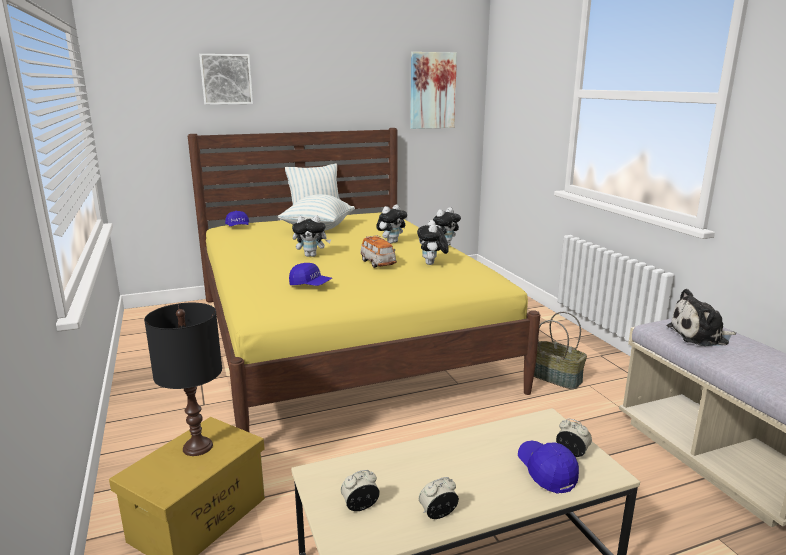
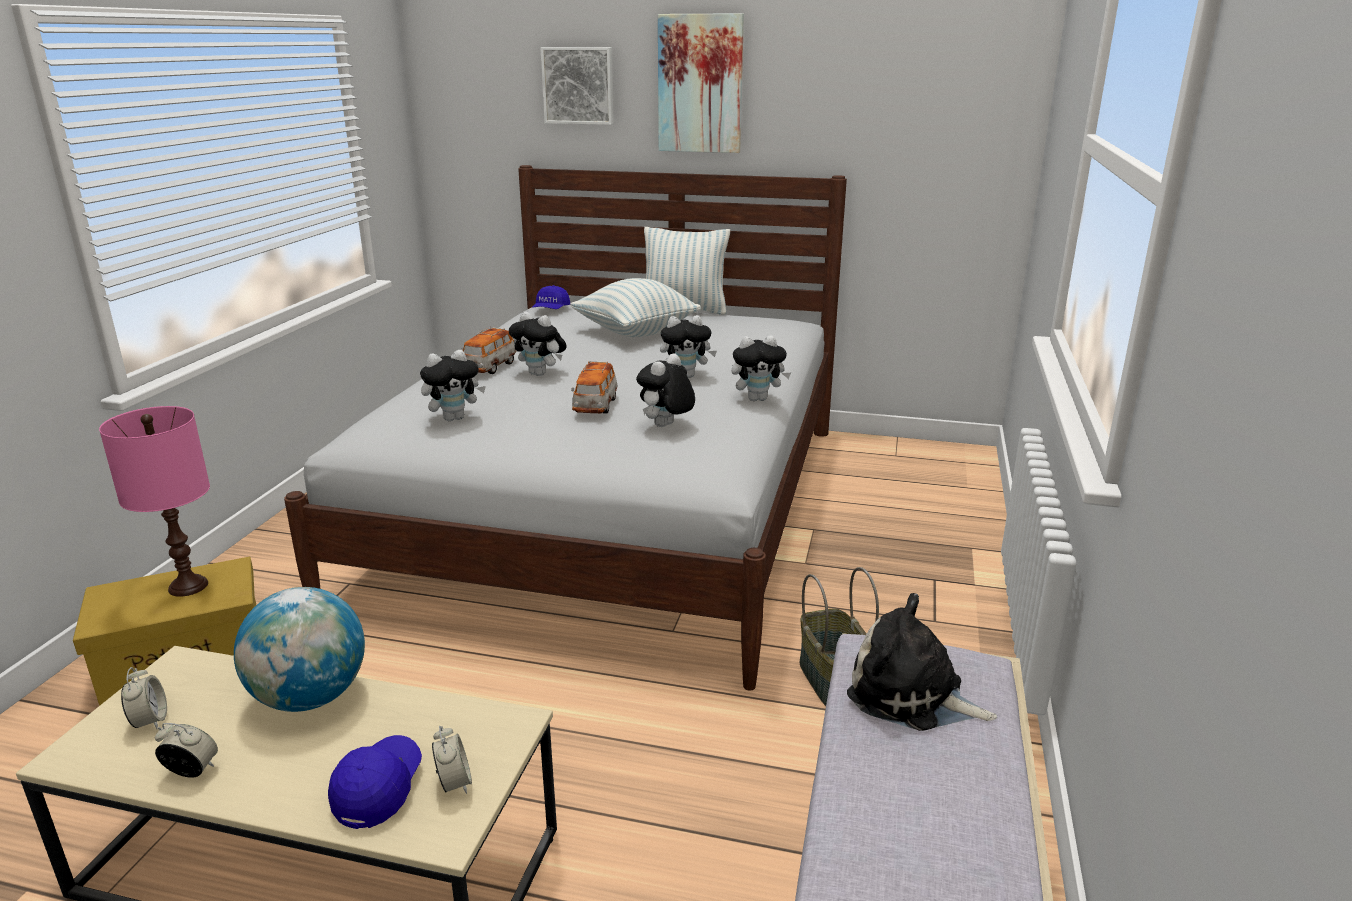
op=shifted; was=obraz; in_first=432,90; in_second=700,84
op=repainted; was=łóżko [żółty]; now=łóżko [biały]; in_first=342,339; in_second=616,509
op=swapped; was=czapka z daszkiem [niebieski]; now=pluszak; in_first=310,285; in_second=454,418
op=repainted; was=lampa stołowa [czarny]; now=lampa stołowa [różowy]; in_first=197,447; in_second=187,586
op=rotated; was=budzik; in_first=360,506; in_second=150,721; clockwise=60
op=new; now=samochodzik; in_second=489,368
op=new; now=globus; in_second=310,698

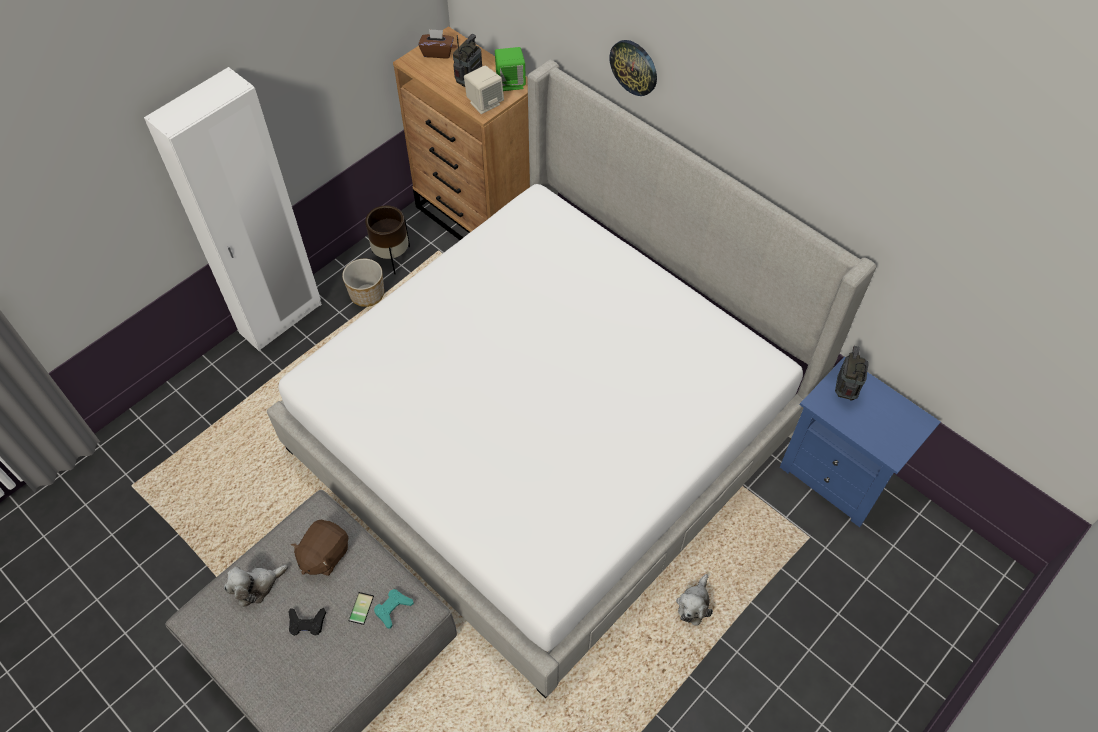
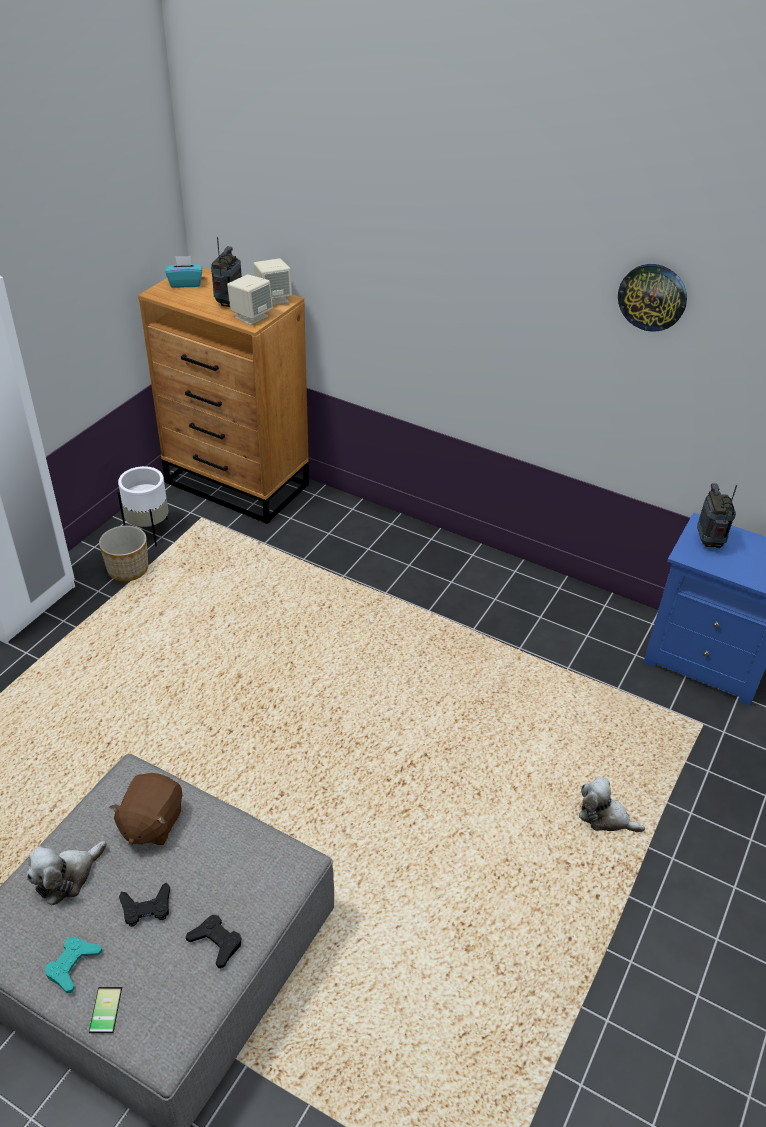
op=repainted; was=pudełko chusteczek [brązowy]; now=pudełko chusteczek [turkusowy]; in_first=437,52; in_second=185,283
op=shifted; was=zegar ścienny; in_first=634,67; in_second=652,297
op=repainted; was=głośnik [zielony]; now=głośnik [beżowy]; in_first=510,83; in_second=273,299
op=gone; was=łóżko; in_first=549,434
op=repainted; was=donica [brązowy]; now=donica [biały]; in_first=392,257; in_second=149,531
op=rotated; was=pluszak; in_first=694,604; in_second=605,817; clockwise=105
op=shifted; was=pad do gier [turkusowy]; in_first=393,609; in_second=73,965
op=shifted; was=telefon; in_first=359,608; in_second=103,1010
op=new; now=pad do gier [czarny]; in_second=216,942

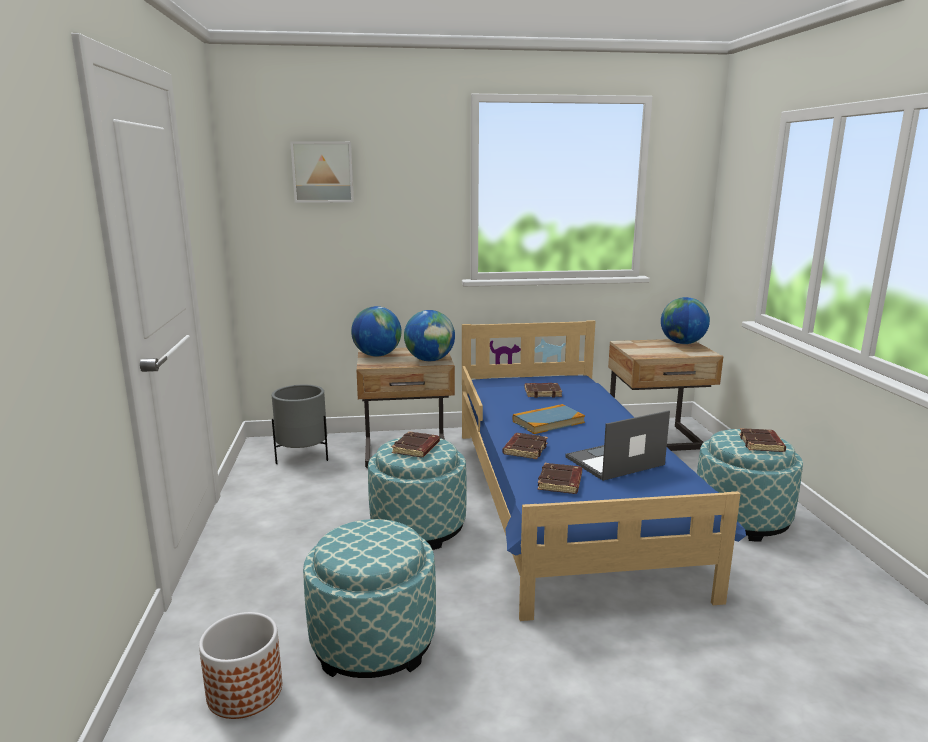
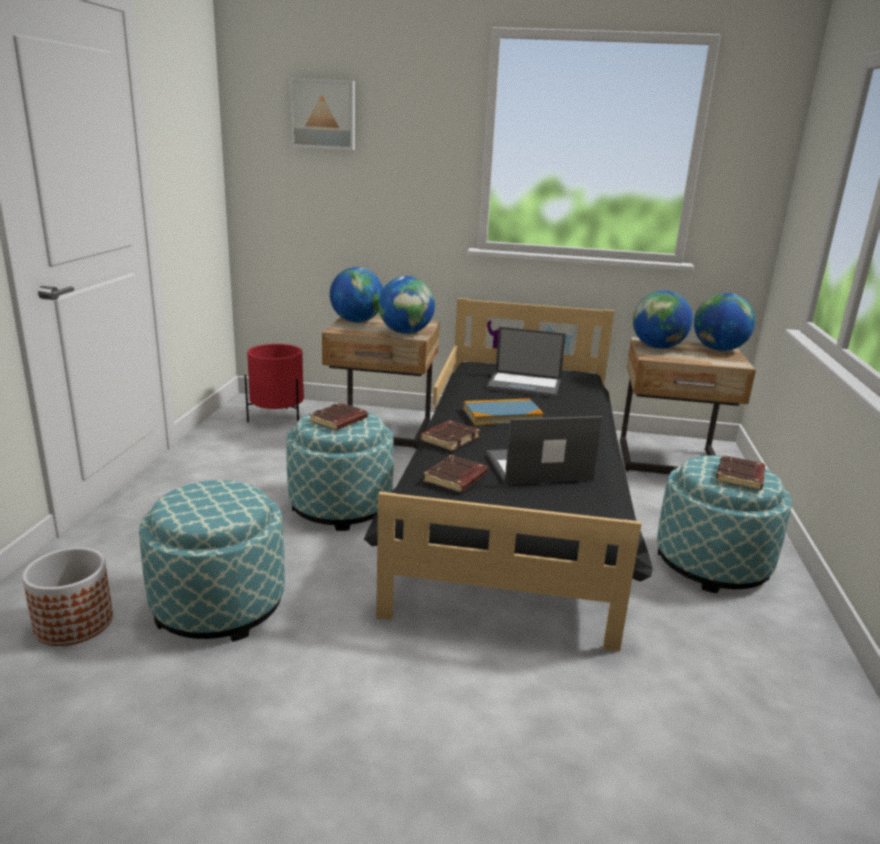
op=repainted; was=łóżko [niebieski]; now=łóżko [czarny]; in_first=565,502; in_second=514,509
op=swapped; was=książka [brązowy]; now=laptop; in_first=543,393; in_second=525,385
op=repainted; was=donica [szary]; now=donica [czerwony]; in_first=302,456; in_second=277,419
op=new; now=globus; in_second=657,347

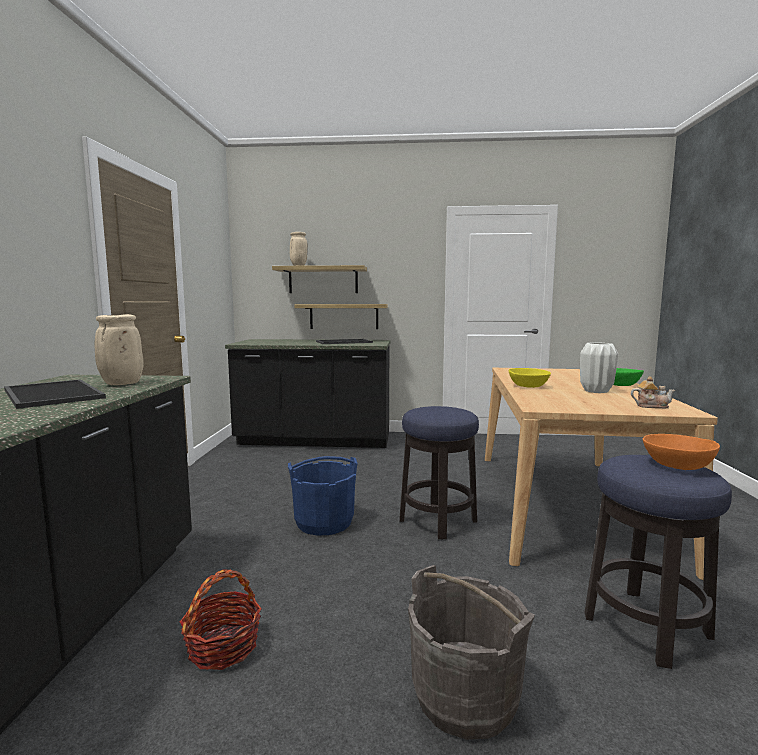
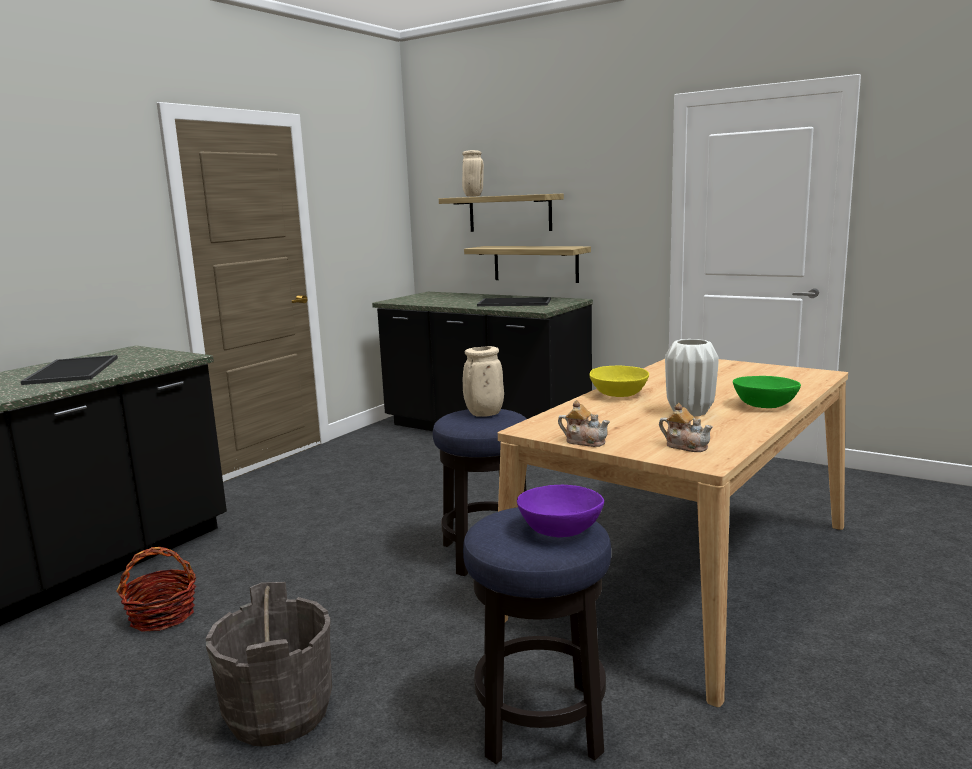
op=shifted; was=wazon [beżowy]; in_first=121,384; in_second=484,414
op=repainted; was=miska [pomarańczowy]; now=miska [fioletowy]; in_first=677,465; in_second=559,529
op=gone; was=wiadro [niebieski]; in_first=324,522
op=new; now=imbryk; in_second=584,441

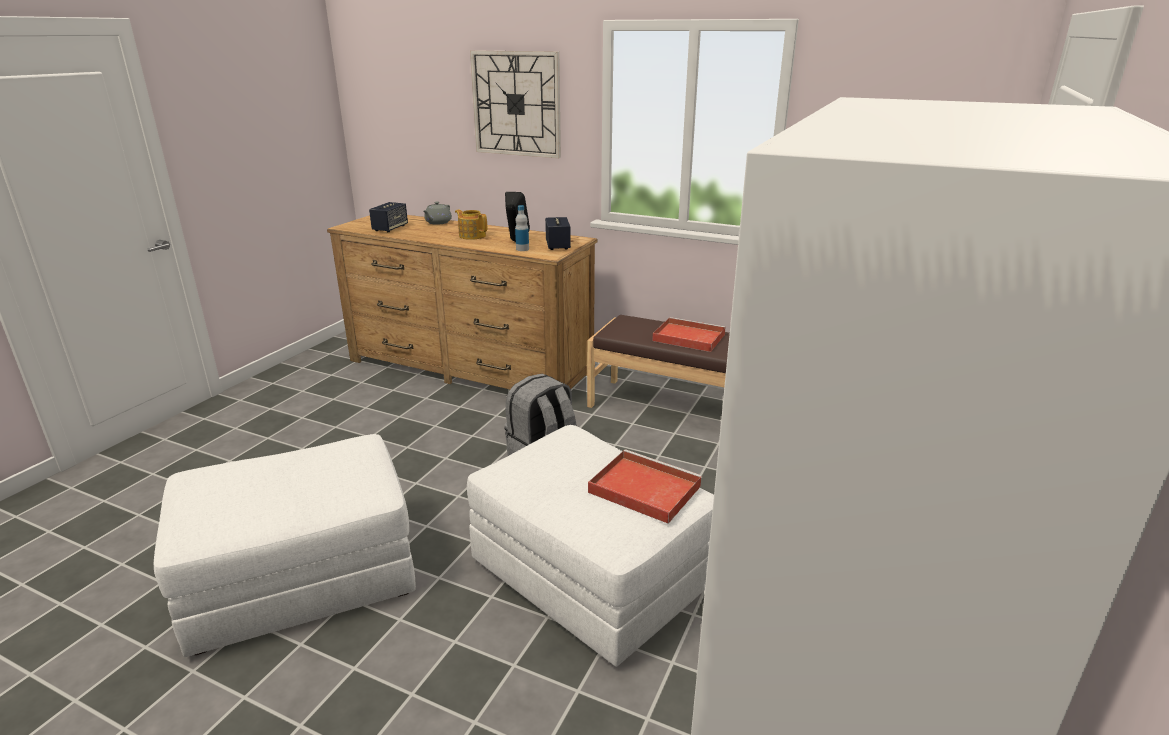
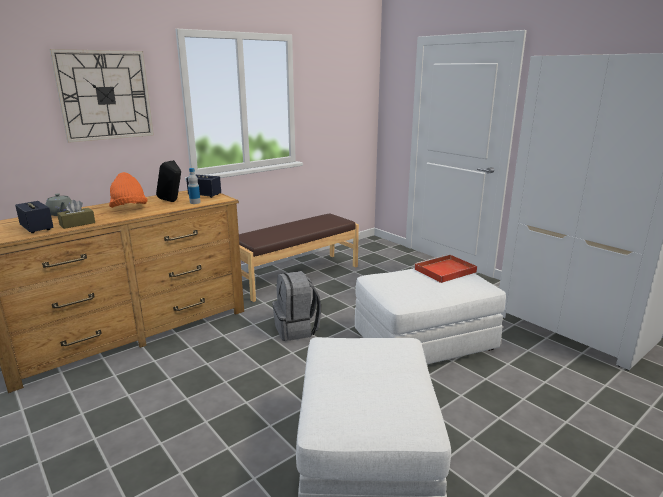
op=swapped; was=imbryk; now=kapelusz [pomarańczowy]; in_first=472,235; in_second=129,209
op=gone; was=taca [czerwony]; in_first=687,337
op=new; now=pudełko chusteczek [brązowy]; in_second=77,224

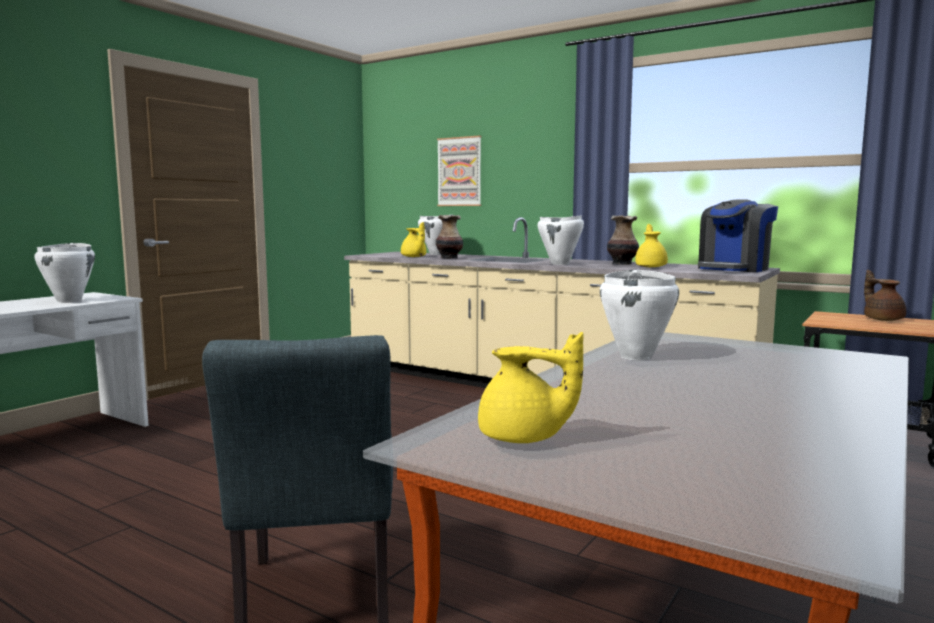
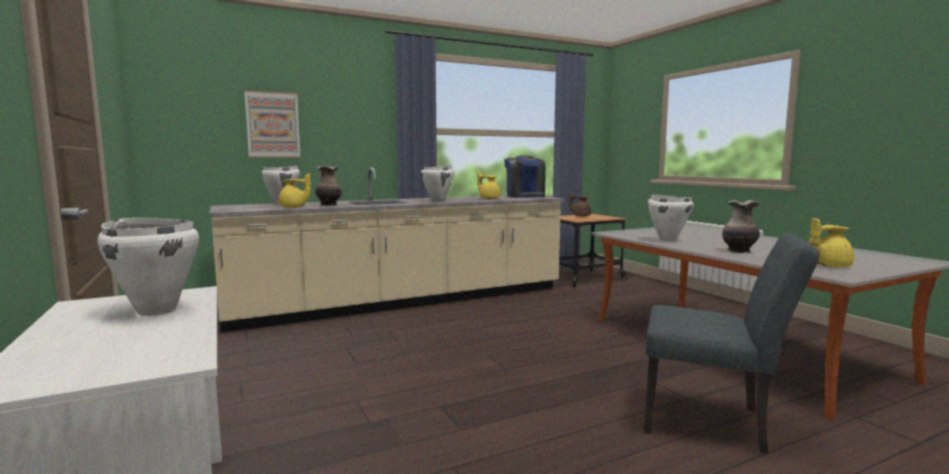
op=shifted; was=wazon; in_first=621,264; in_second=738,251
op=rotated; was=imbryk [żółty]; in_first=523,438; in_second=827,266; clockwise=-150

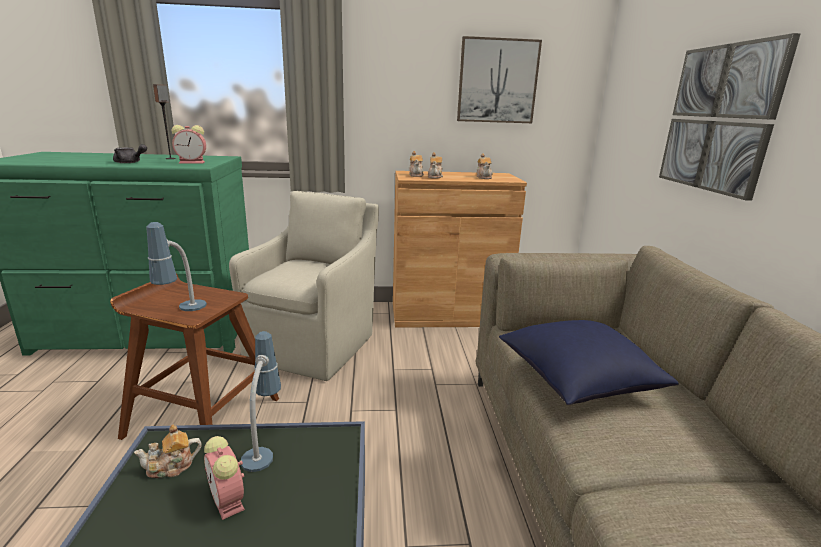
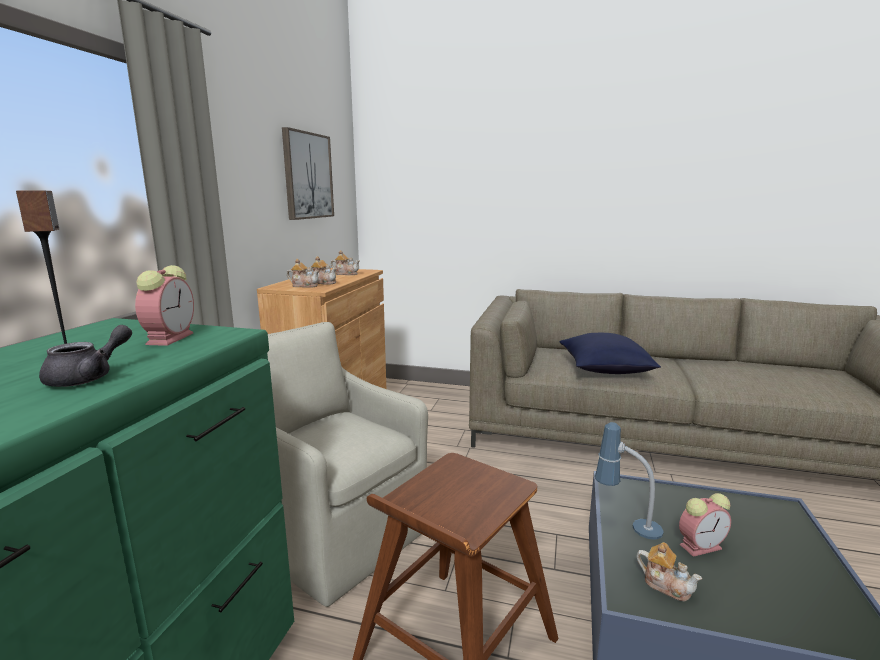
op=gone; was=obraz; in_first=719,119
op=gone; was=lampa stołowa; in_first=182,313
op=rotated; was=imbryk; in_first=171,467; in_second=666,585; clockwise=-45

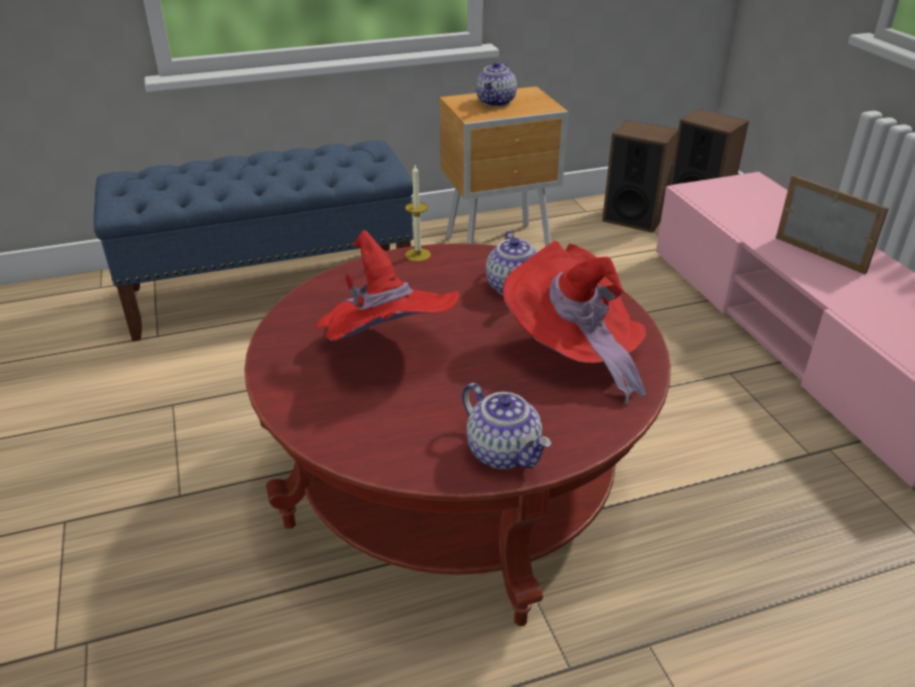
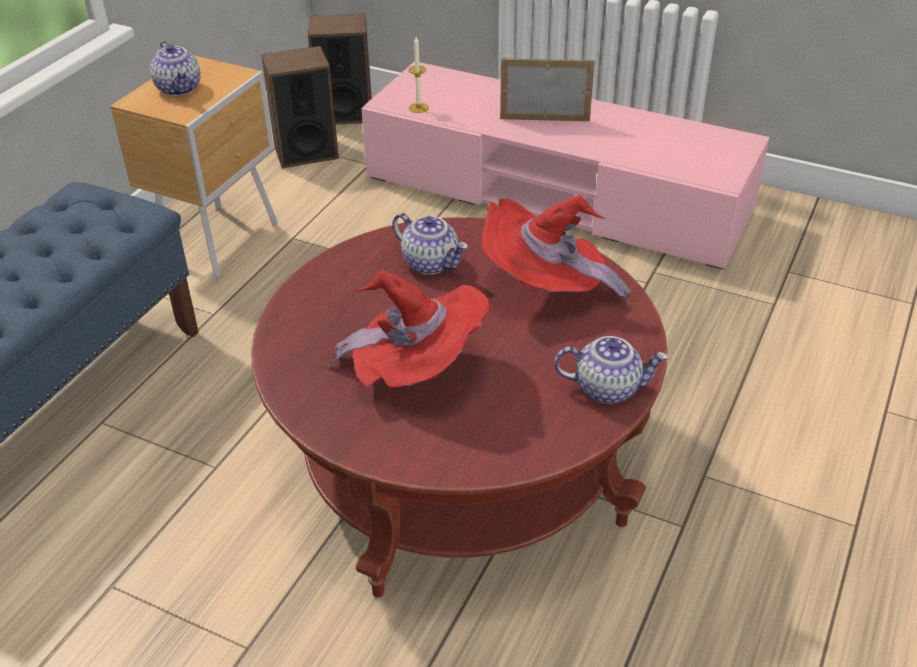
op=shifted; was=świeca; in_first=417,255; in_second=418,108

